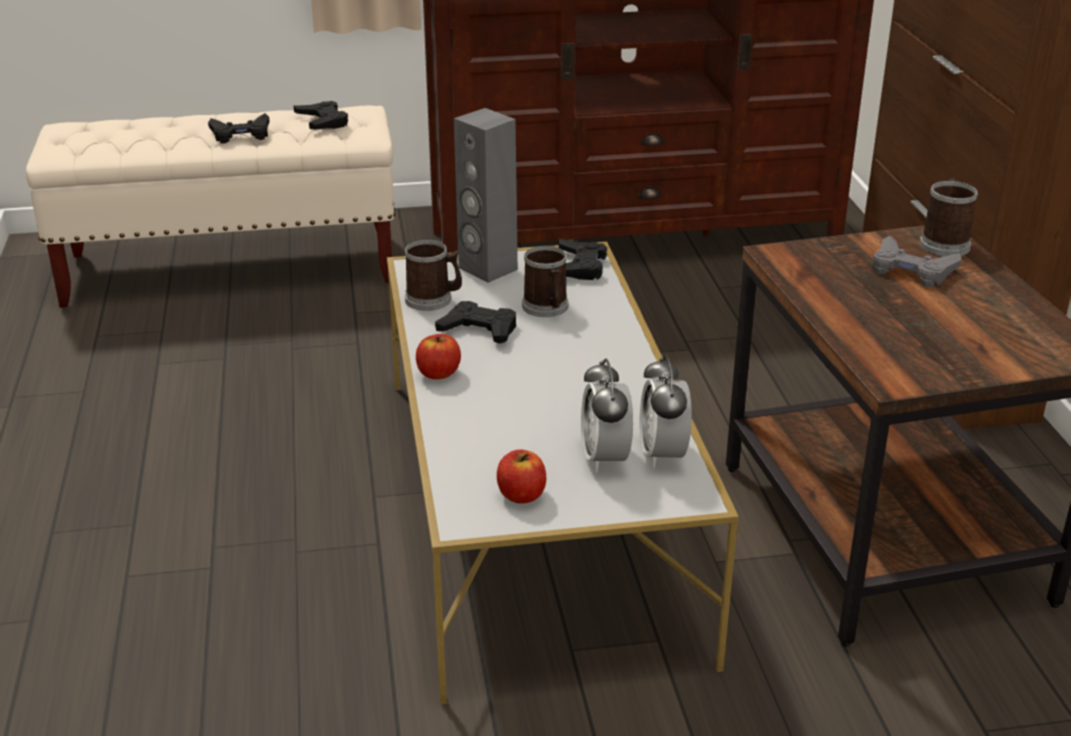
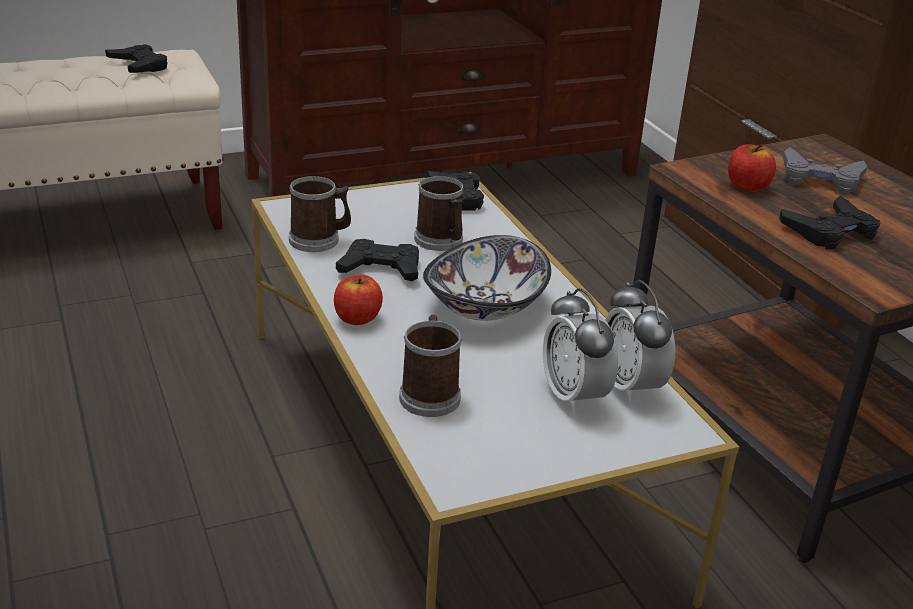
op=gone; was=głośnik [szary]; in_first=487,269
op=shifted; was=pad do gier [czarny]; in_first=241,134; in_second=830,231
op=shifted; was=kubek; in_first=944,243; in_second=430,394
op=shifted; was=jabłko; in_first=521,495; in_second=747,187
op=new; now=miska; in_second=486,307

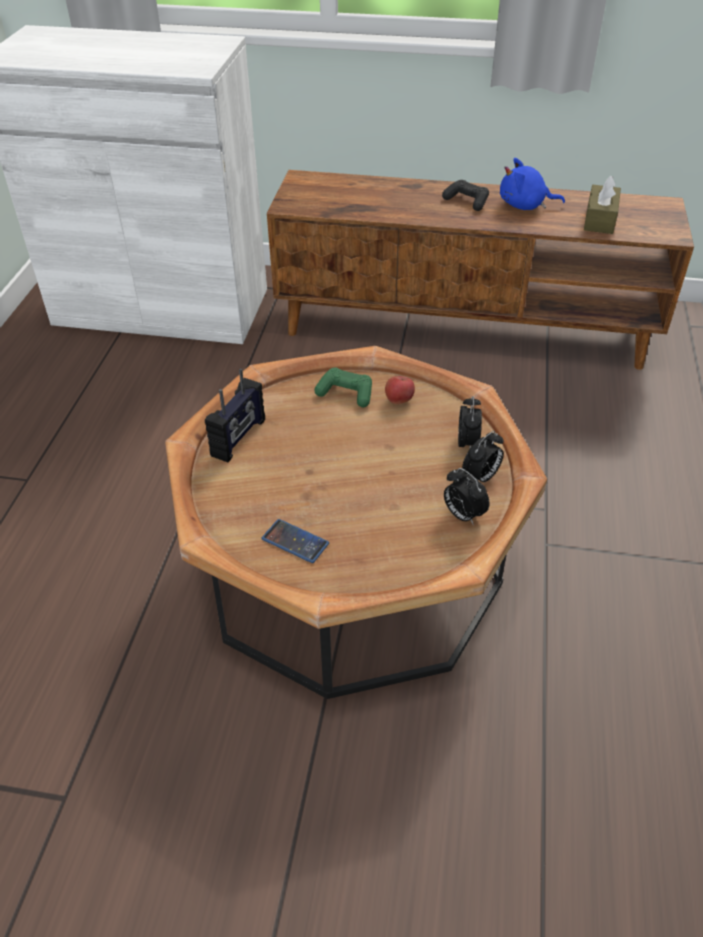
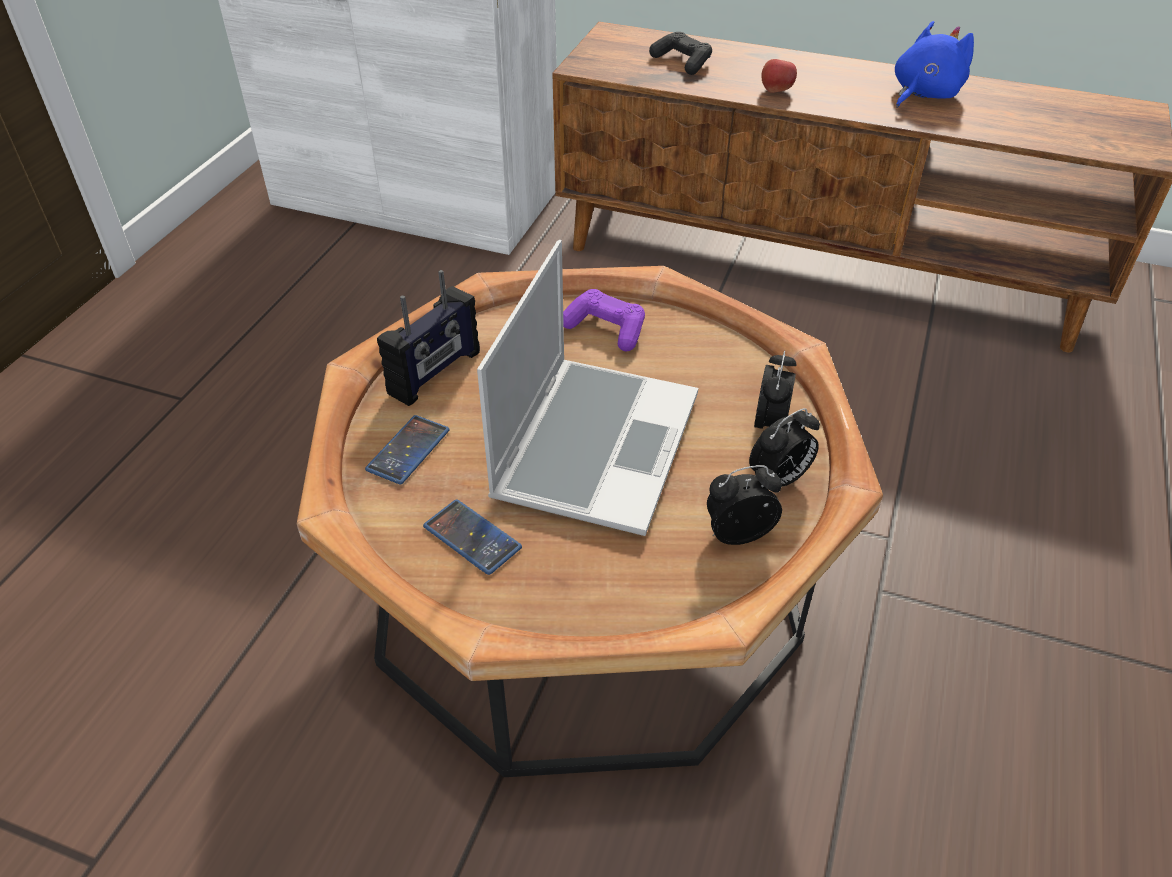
op=rotated; was=pluszak [niebieski]; in_first=525,206; in_second=923,94; clockwise=120
op=gone; was=pudełko chusteczek [brązowy]; in_first=600,219
op=shifted; was=pad do gier [czarny]; in_first=466,201; in_second=682,62
op=repainted; was=pad do gier [zielony]; now=pad do gier [fioletowy]; in_first=346,393; in_second=605,329
op=shifted; was=jabłko; in_first=399,400; in_second=776,91
op=rotated; was=budzik; in_first=462,515; in_second=738,533; clockwise=105
op=new; now=laptop; in_second=594,444
op=new; now=telefon; in_second=408,450

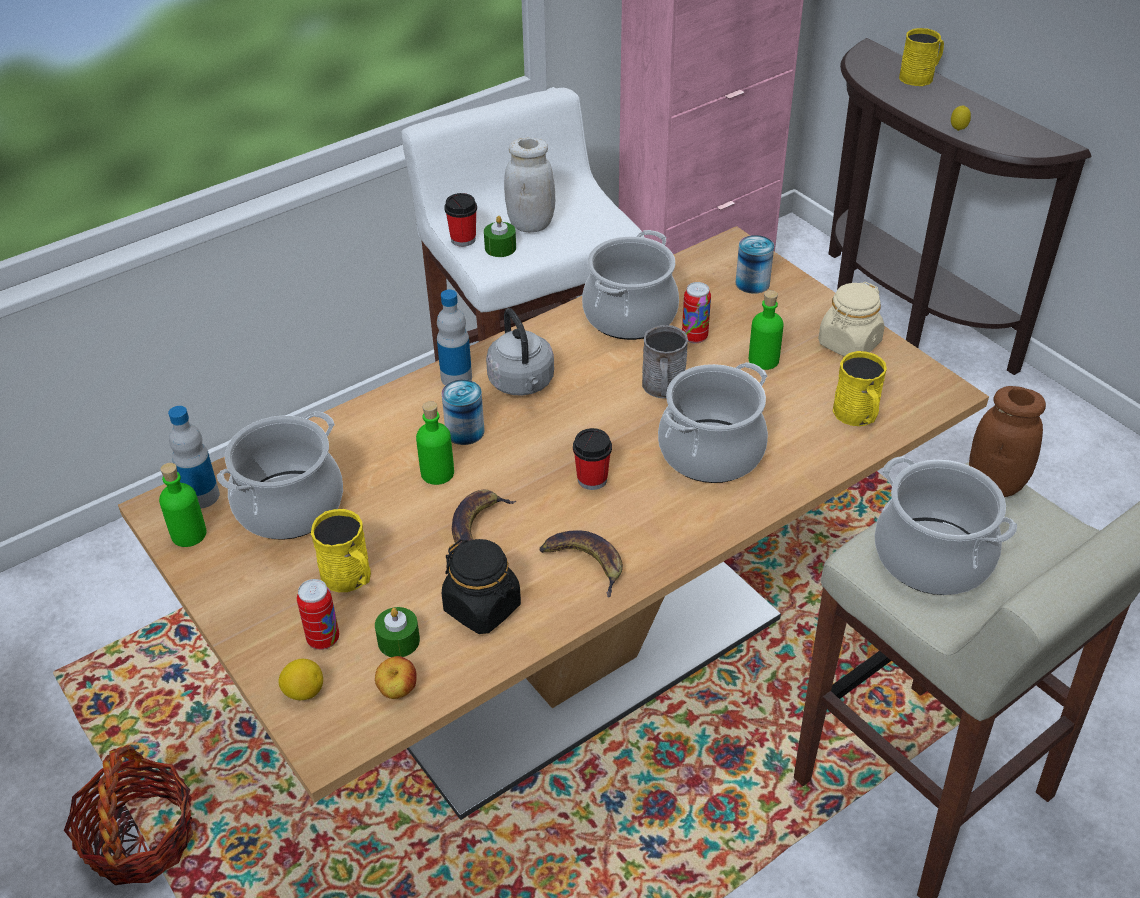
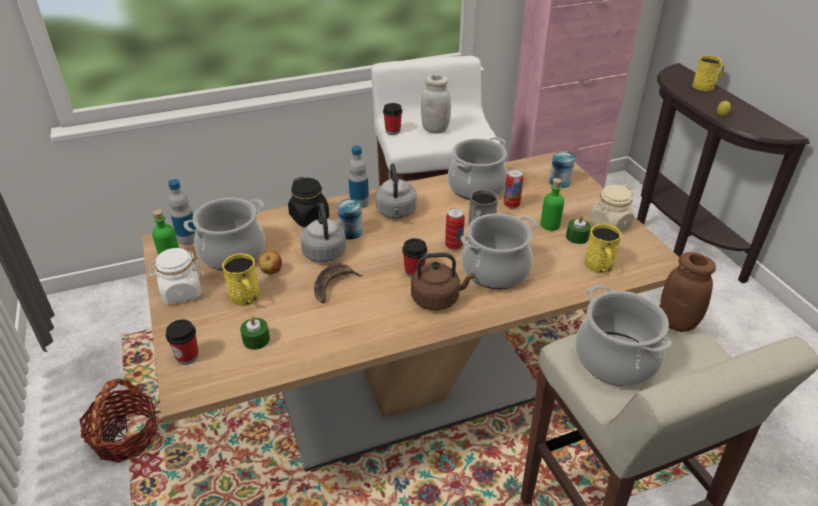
op=shifted; was=świeca [zielony]; in_first=500,248; in_second=577,237
op=swapped; was=butelka [zielony]; now=czajnik [szary]; in_first=437,473; in_second=324,251
op=gone; was=banan; in_first=585,563
op=shifted; was=słoik [czarny]; in_first=482,607; in_second=309,217
op=shifted; was=puszka; in_first=323,639; in_second=453,246
op=shifted; was=jabłko; in_first=397,691; in_second=271,272
op=swapped; was=cytryna; now=filiżanka; in_first=304,692; in_second=187,356
op=new; now=słoik [biały]; in_second=181,292
op=new; now=czajnik [brązowy]; in_second=438,299

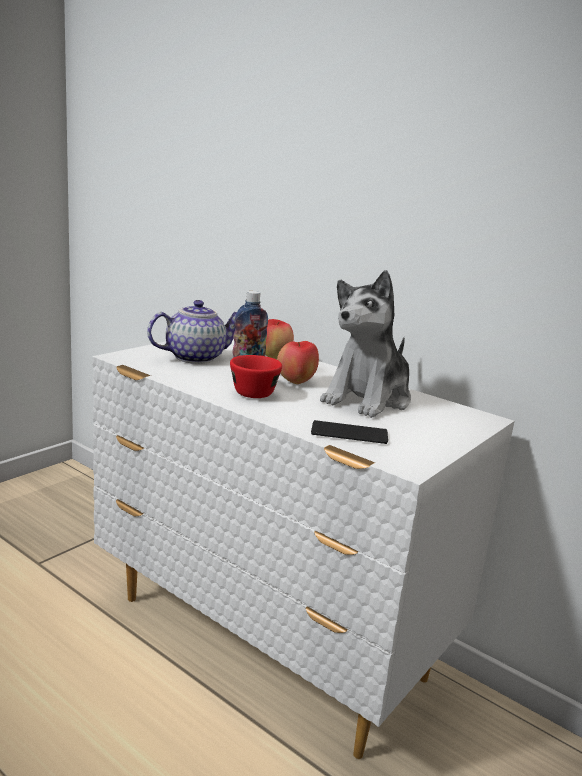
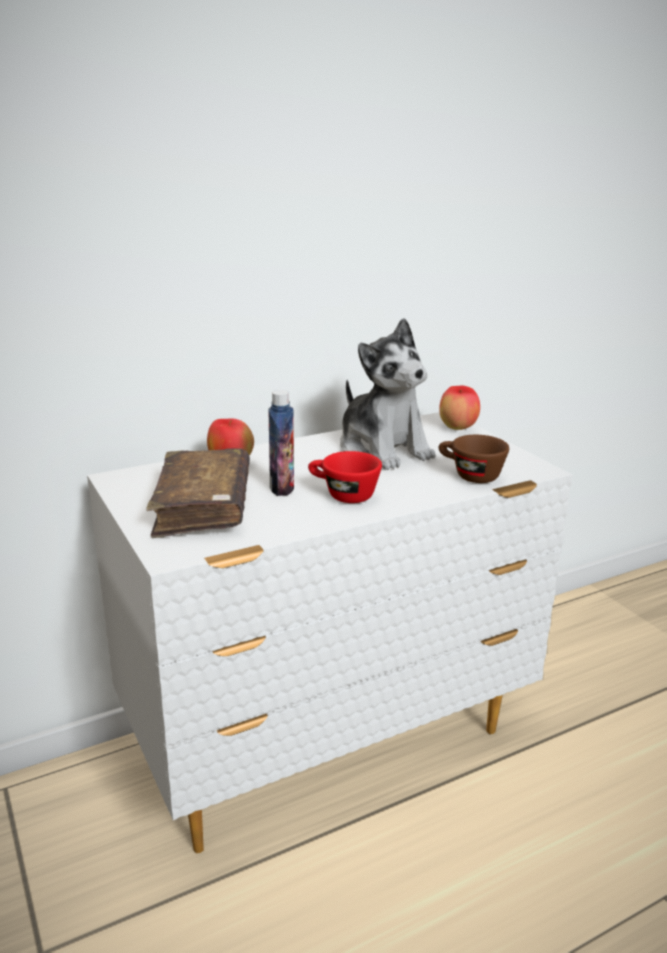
op=swapped; was=imbryk; now=książka [brązowy]; in_first=195,357; in_second=203,507
op=shifted; was=jabłko; in_first=295,382; in_second=457,428
op=swapped; was=telefon; now=filiżanka [brązowy]; in_first=349,433; in_second=469,475

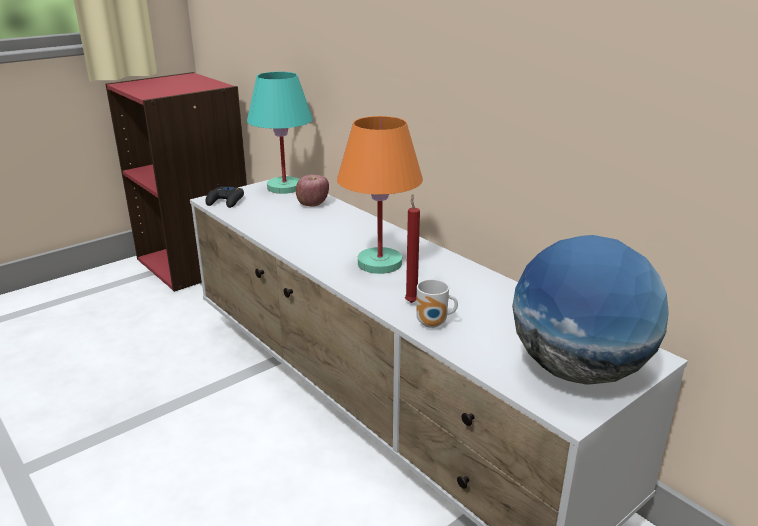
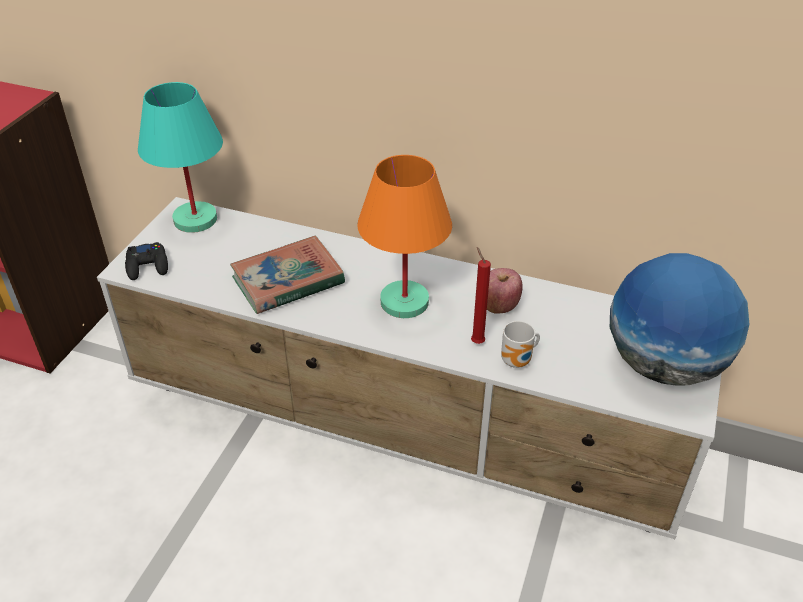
op=shifted; was=jabłko; in_first=312,204; in_second=499,305
op=new; now=książka; in_second=288,280

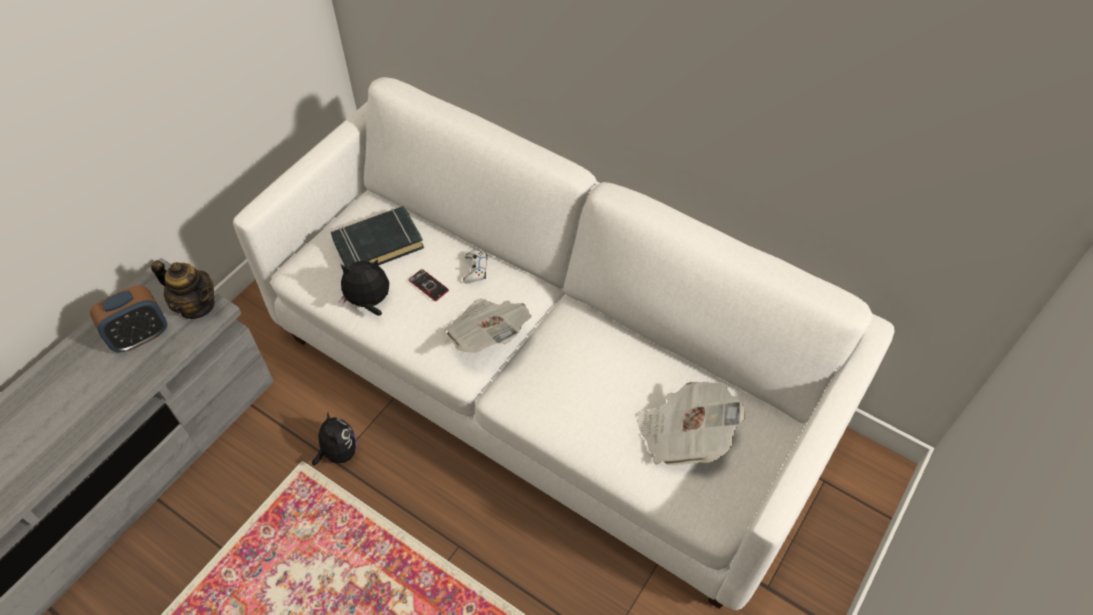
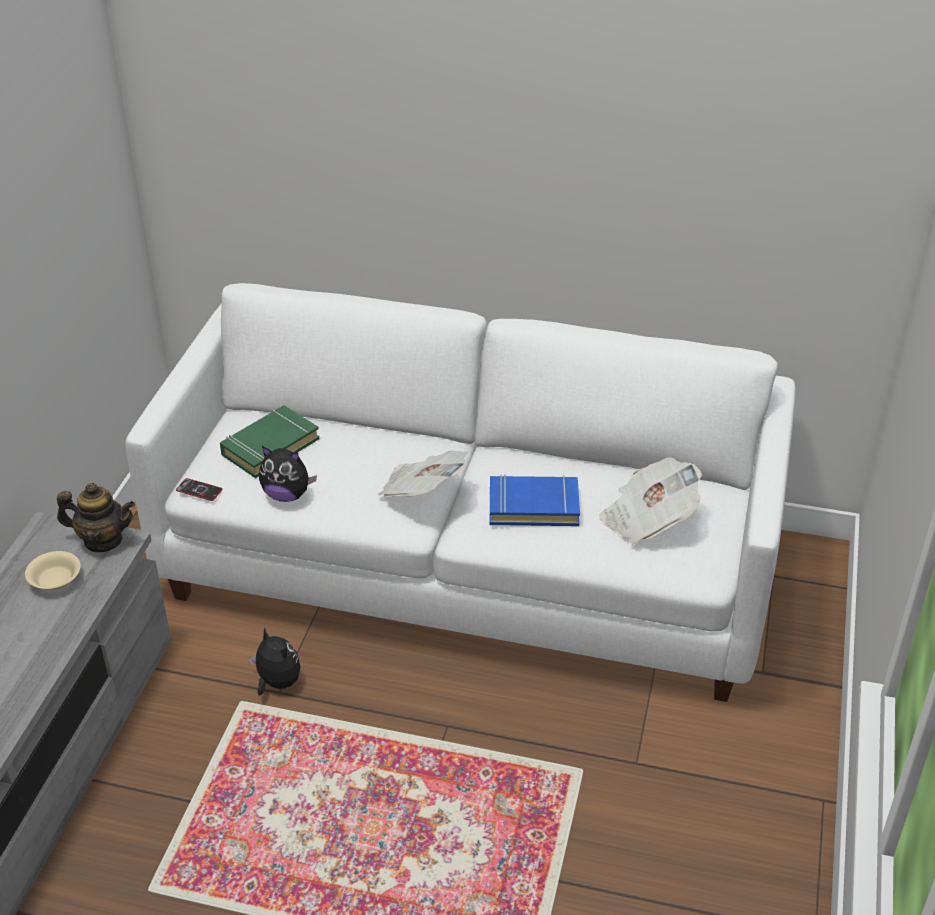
op=repainted; was=książka [czarny]; now=książka [zielony]; in_first=378,244; in_second=270,446
op=gone; was=pad do gier [biały]; in_first=475,269
op=rotated; was=pluszak; in_first=369,302; in_second=287,495; clockwise=-135
op=shifted; was=telefon; in_first=428,285; in_second=199,490
op=swapped; was=budzik; now=miska [beżowy]; in_first=140,336; in_second=55,579
op=new; now=książka [niebieski]; in_second=533,506

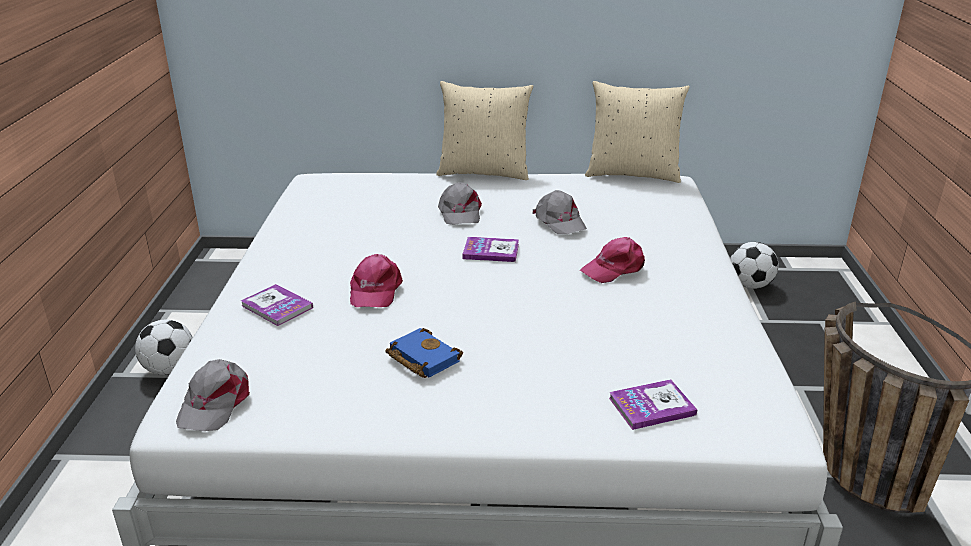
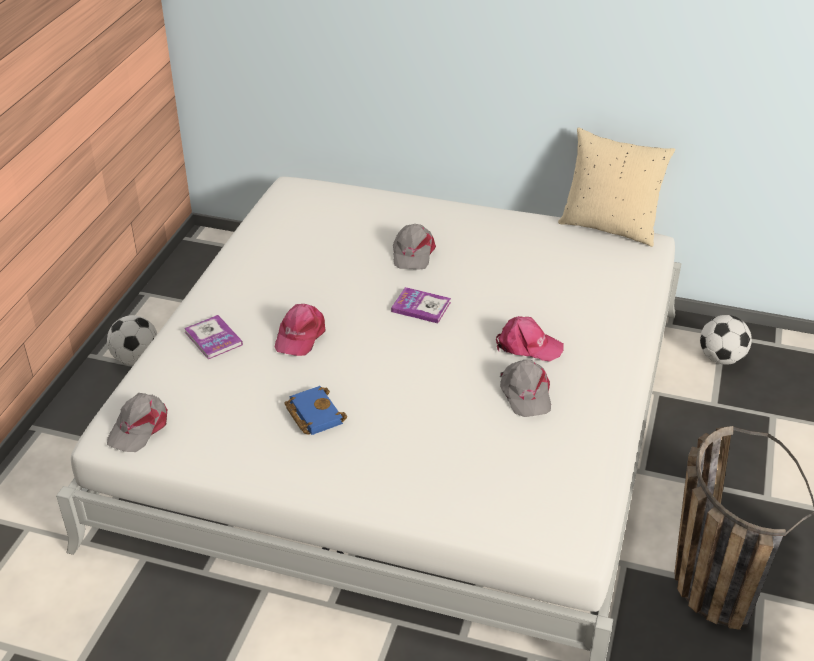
op=gone; was=poduszka [beżowy]; in_first=484,172
op=shifted; was=czapka z daszkiem [szary]; in_first=559,221; in_second=525,393
op=rotated; was=czapka z daszkiem [różowy]; in_first=614,268; in_second=528,346; clockwise=-150
op=gone; was=książka; in_first=651,406

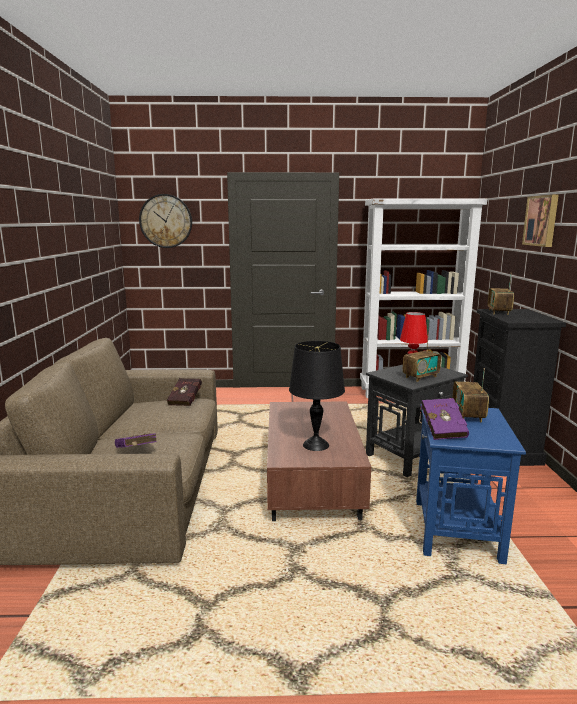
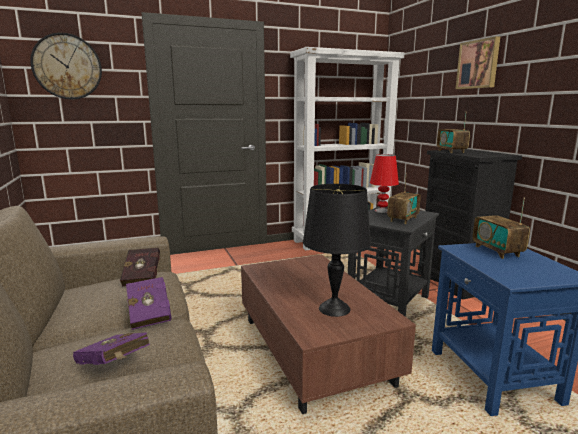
op=shifted; was=książka [fioletowy]; in_first=442,430; in_second=150,314

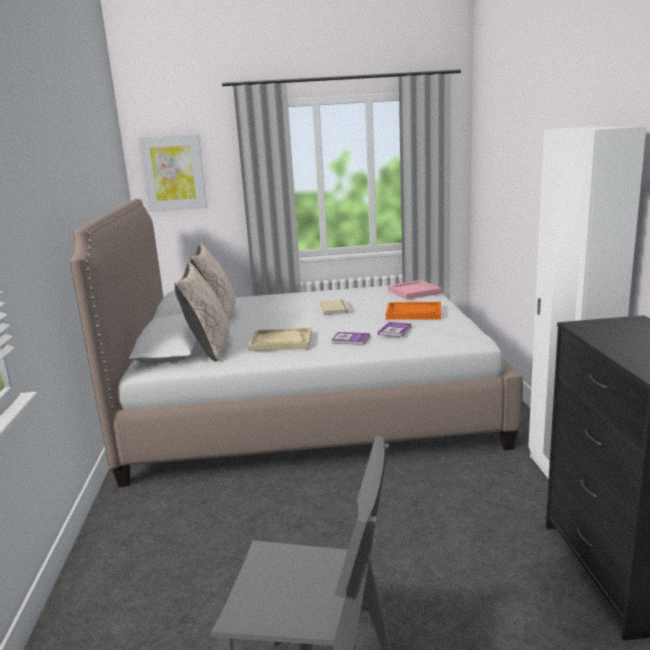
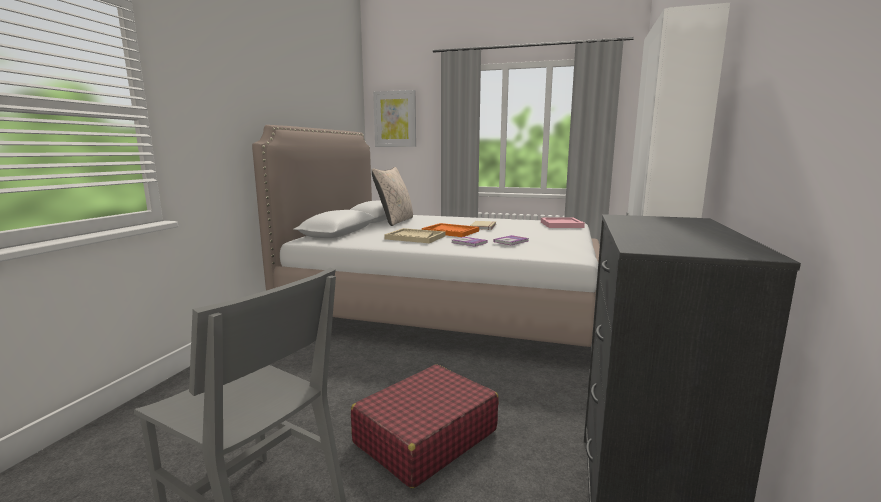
op=gone; was=poduszka [beżowy]; in_first=209,348
op=shifted; was=taca [pomarańczowy]; in_first=414,313; in_second=450,232
op=new; now=walizka [czerwony]; in_second=425,437

